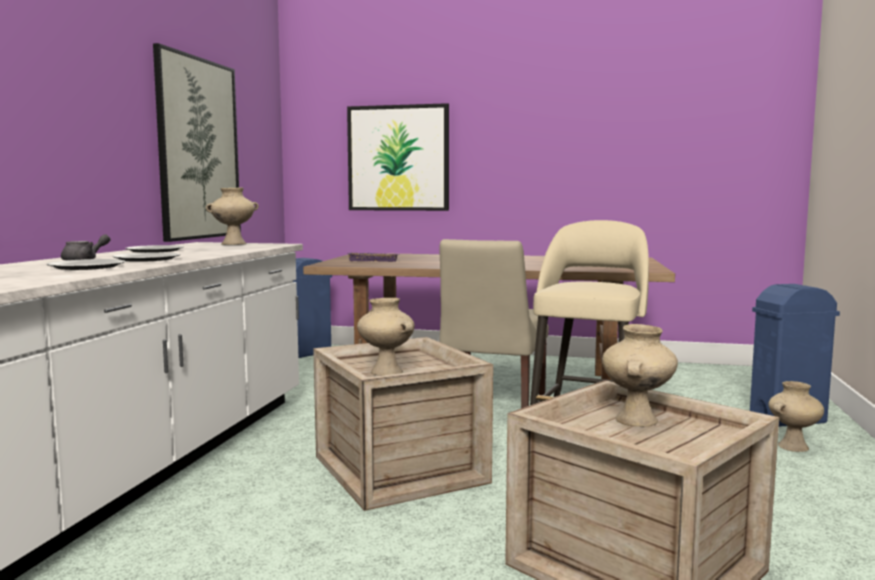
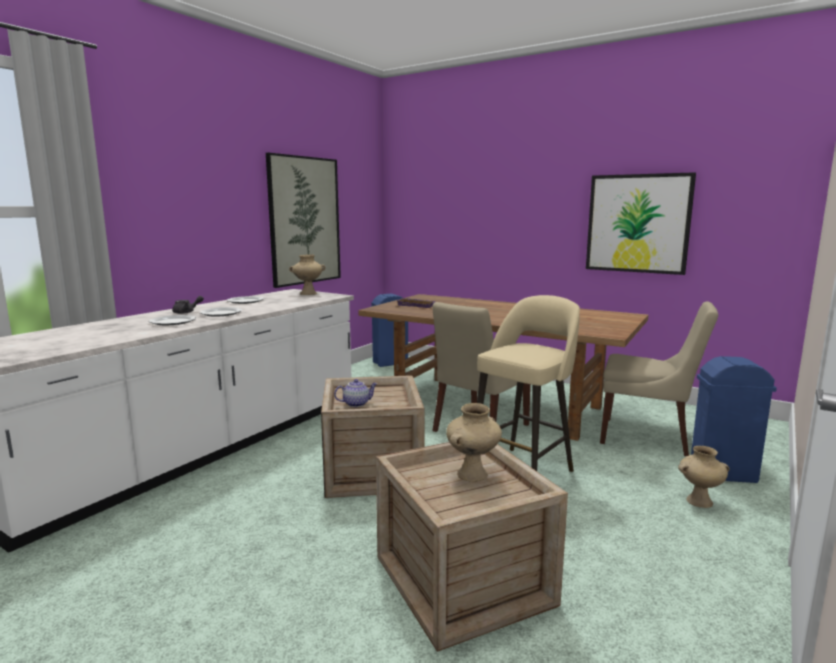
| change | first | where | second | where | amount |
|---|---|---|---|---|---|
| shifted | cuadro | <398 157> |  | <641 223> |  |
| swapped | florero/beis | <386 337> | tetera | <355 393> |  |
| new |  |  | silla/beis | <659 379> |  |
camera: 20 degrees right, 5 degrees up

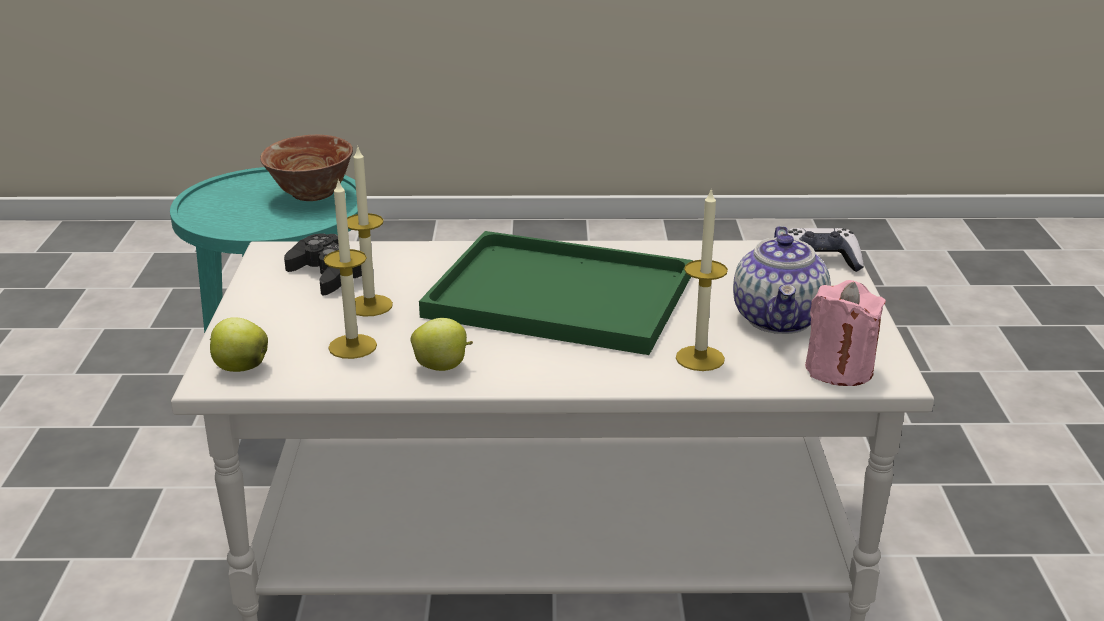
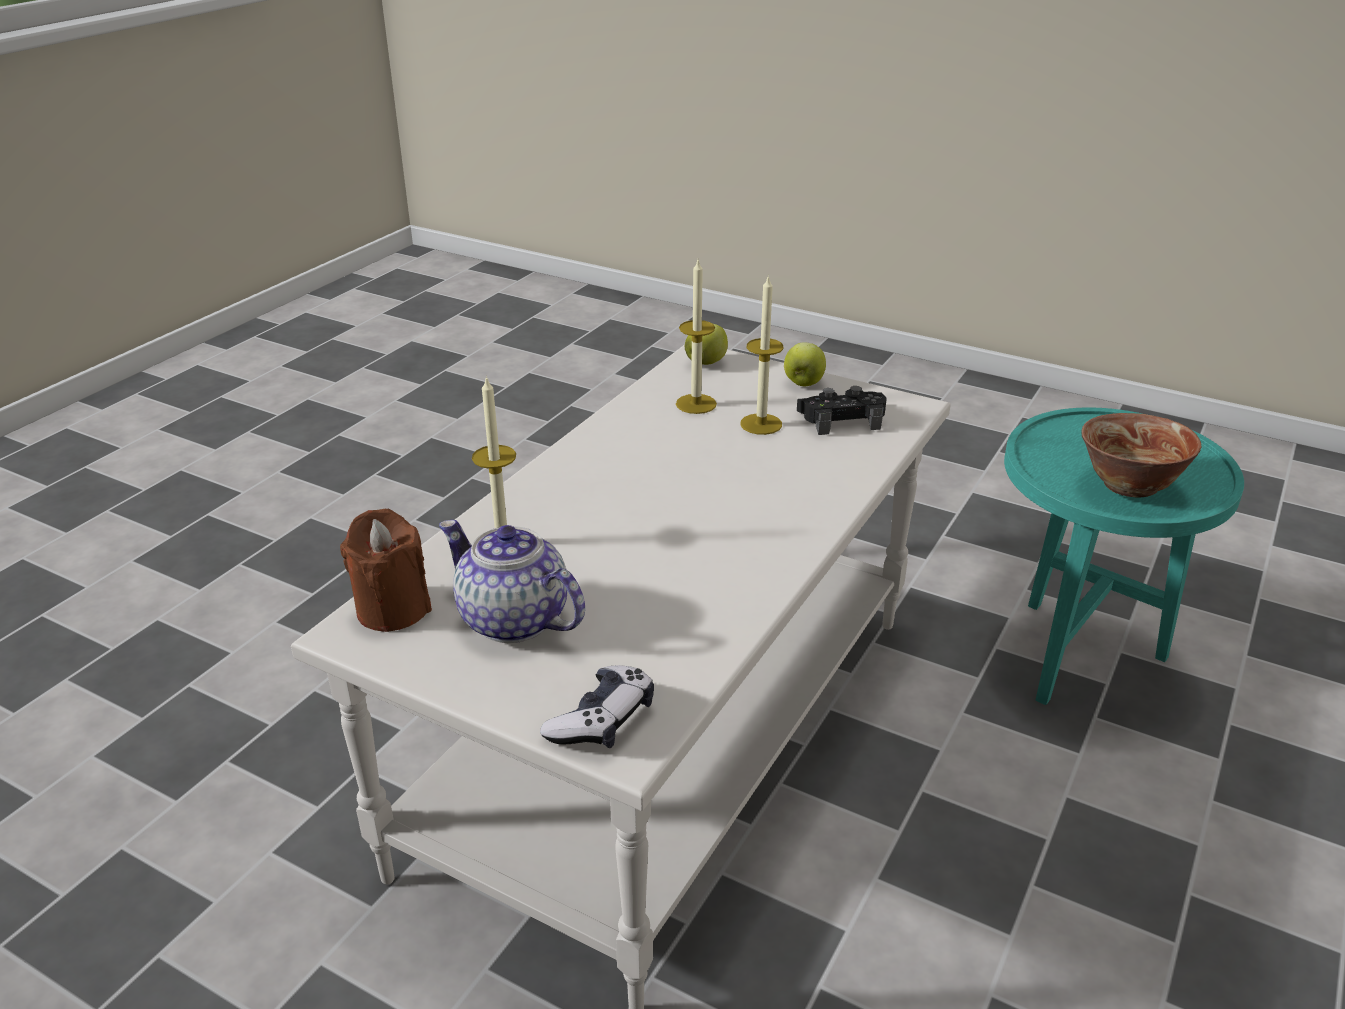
| change | first | where | second | where | amount |
|---|---|---|---|---|---|
| gone | bandeja/verde | <556 293> |  |  |  |
| repainted | vela/rosa | <845 333> | vela/marrón | <386 570> |  |
| shifted | manzana | <442 344> |  | <805 364> |  |
camera: 120 degrees right, 5 degrees up

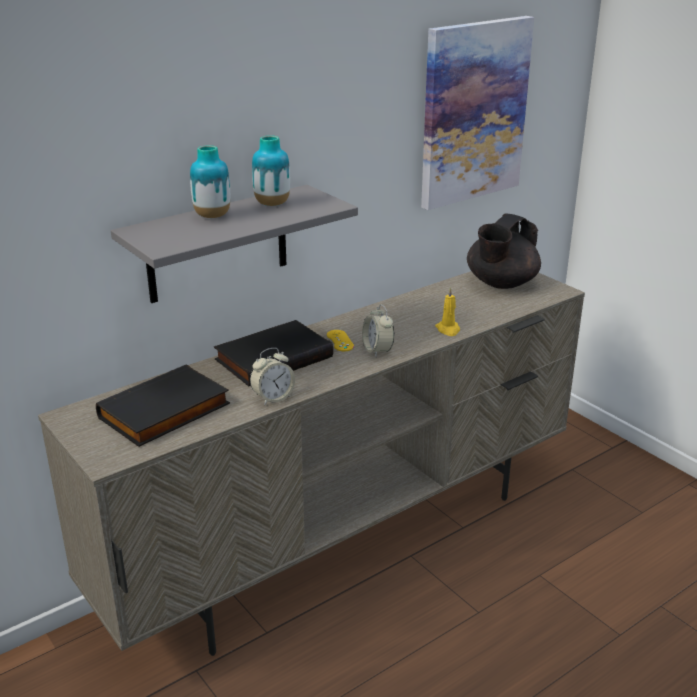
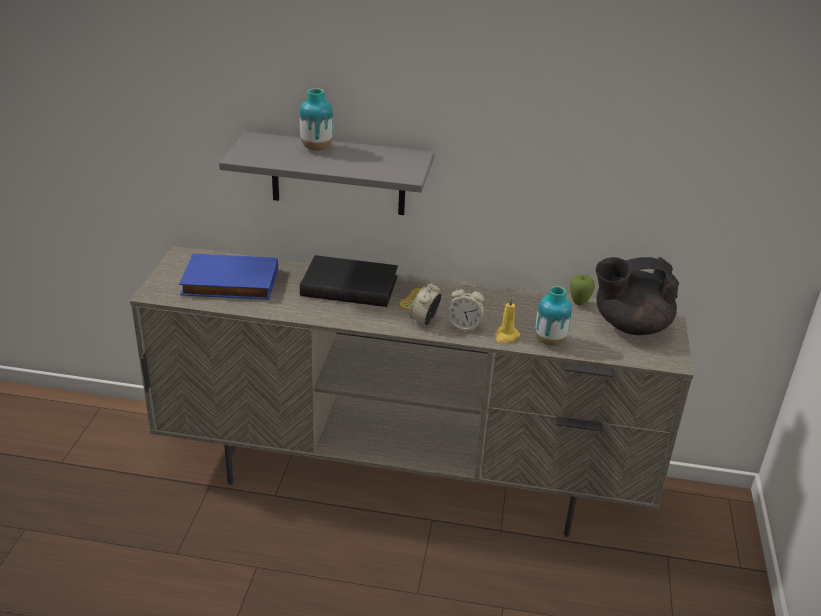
| change | first | where | second | where | amount |
|---|---|---|---|---|---|
| gone | cuadro | <477 113> |  |  |  |
| shifted | florero | <271 170> |  | <553 316> |  |
| shifted | despertador | <272 376> |  | <466 308> |  |
| repainted | libro/negro | <163 405> | libro/azul | <228 277> |  |
| new |  |  | manzana | <582 290> |  |
camera: 45 degrees right, 5 degrees up

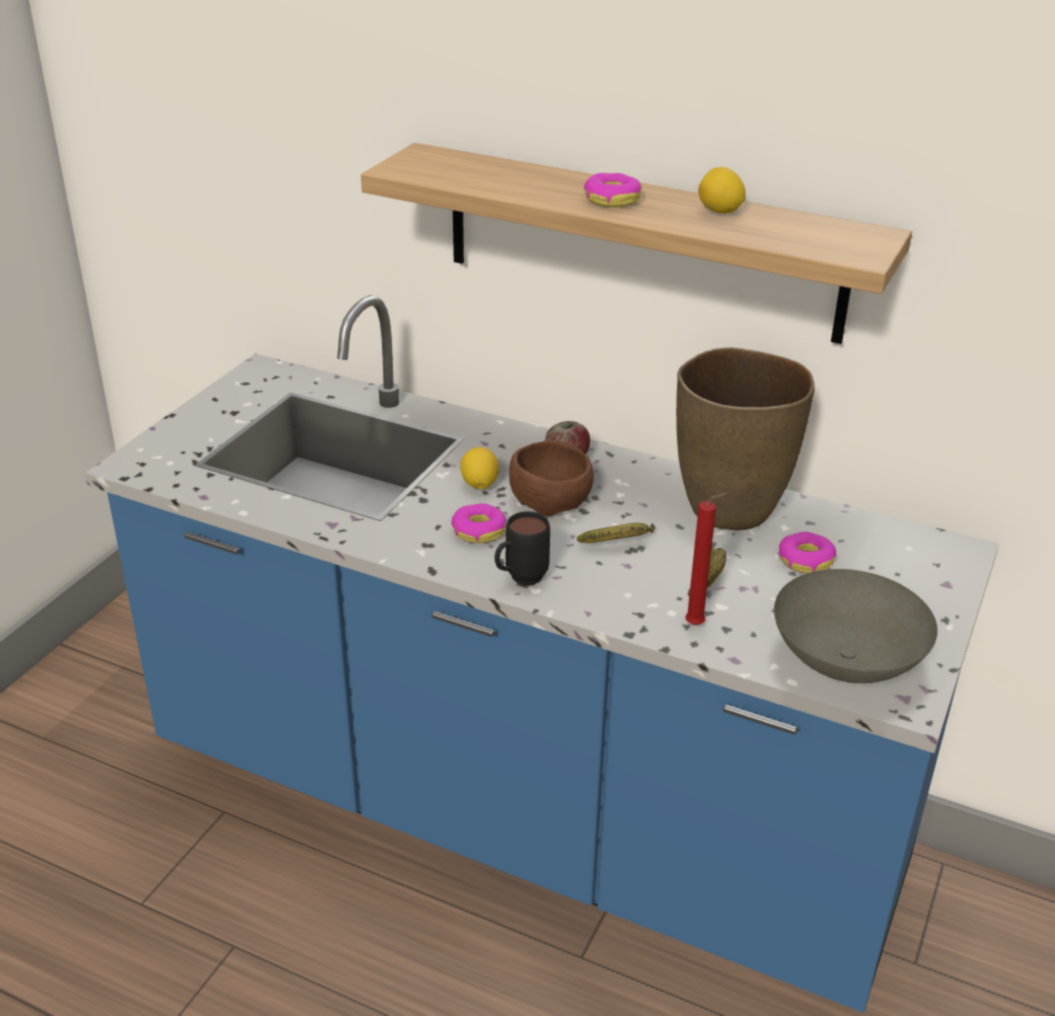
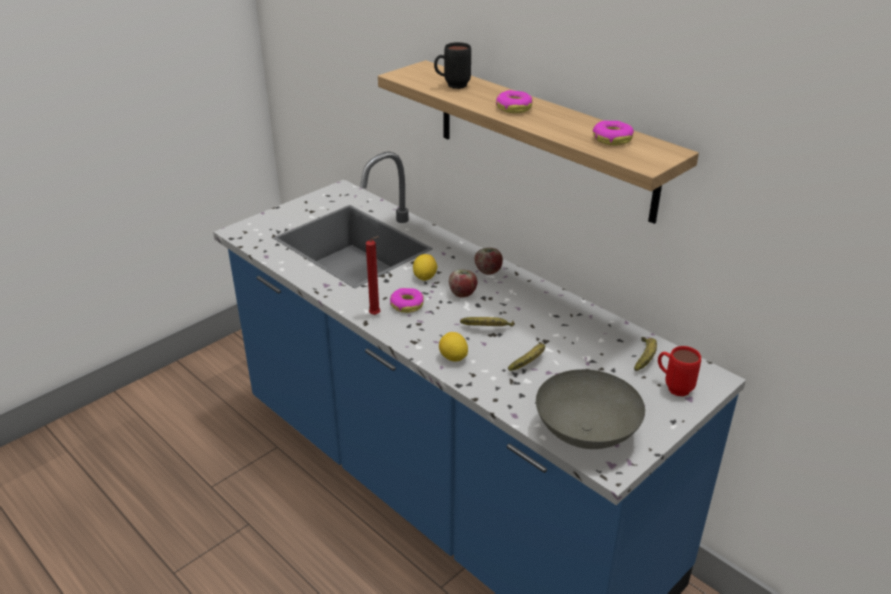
| change | first | where | second | where | amount |
|---|---|---|---|---|---|
| shifted | limón | <722 190> |  | <453 347> |  |
| gone | florero/marrón | <745 438> |  |  |  |
| swapped | cuenco/marrón | <551 478> | manzana | <463 283> |  |
| shifted | vela/rojo | <706 559> |  | <373 275> |  |
| shifted | taza grande/negro | <522 548> |  | <452 65> |  |
| shifted | rosquilla | <807 552> |  | <613 132> |  |
| new |  |  | plátano | <645 354> |  |
| new |  |  | taza grande/rojo | <679 371> |  |
camera: 20 degrees right, 0 degrees up

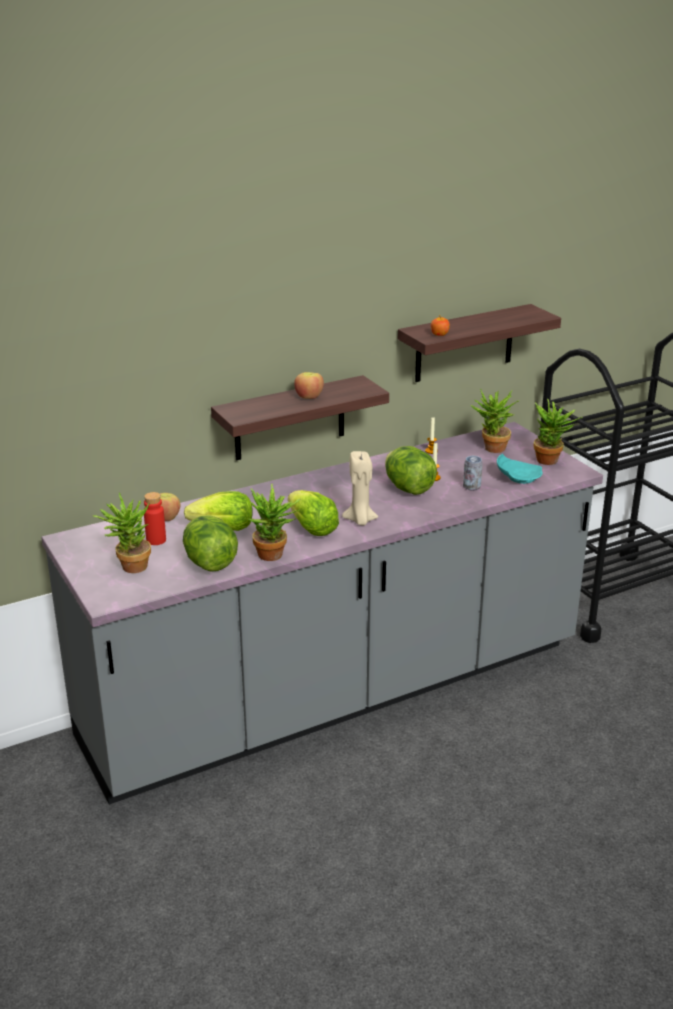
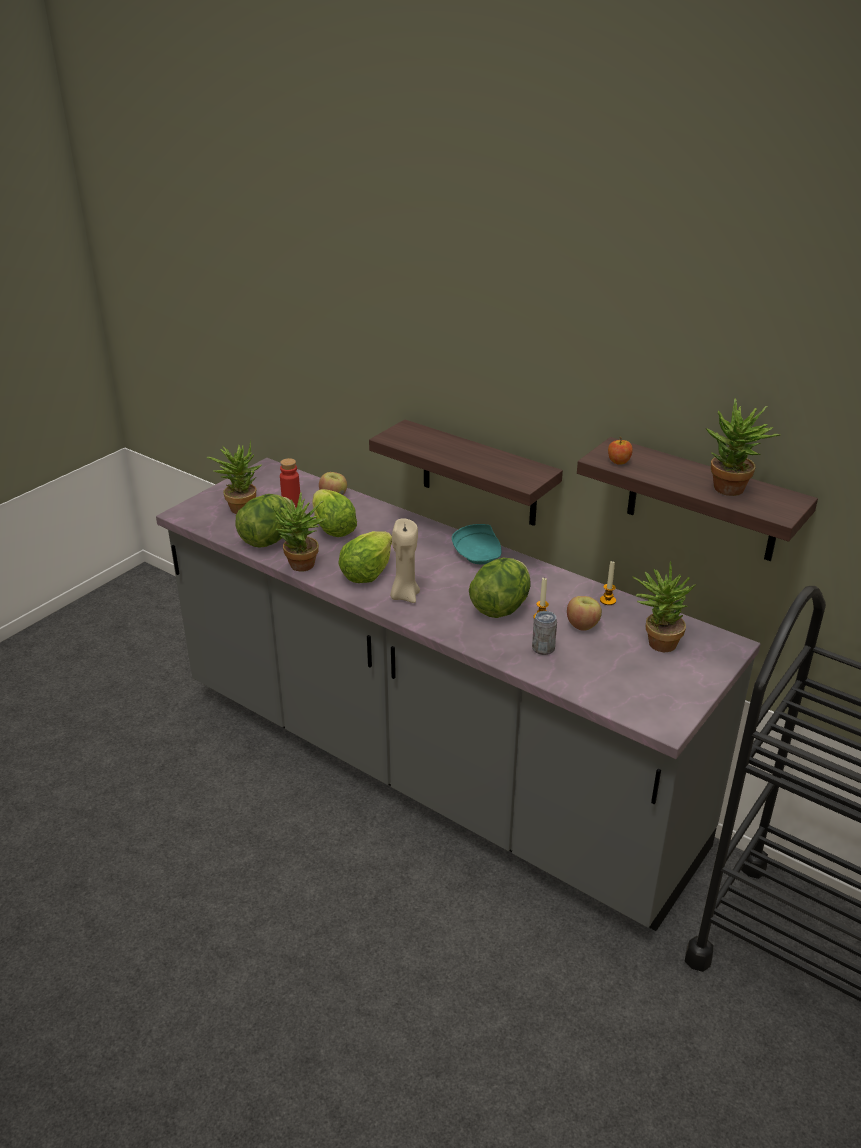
| change | first | where | second | where | amount |
|---|---|---|---|---|---|
| shifted | manzana | <309 385> |  | <584 613> |  |
| shifted | planta en maceta | <558 431> |  | <743 447> |  |
| shifted | plato/turquesa | <519 469> |  | <476 544> |  |
camera: 65 degrees right, 5 degrees up

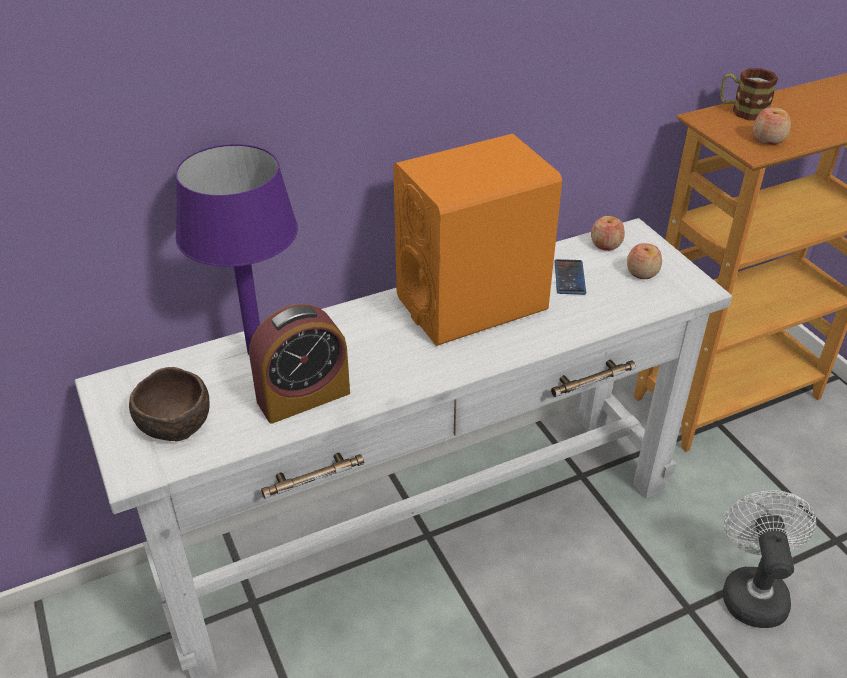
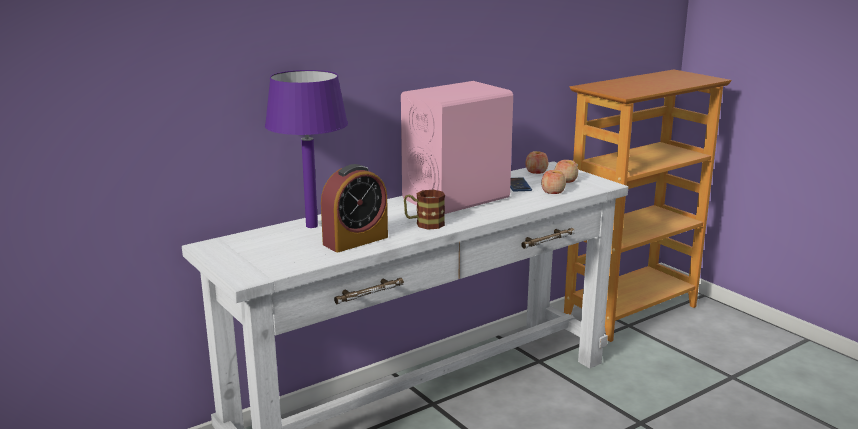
| change | first | where | second | where | amount |
|---|---|---|---|---|---|
| shifted | taza grande | <749 94> |  | <424 210> |  |
| shifted | manzana | <772 126> |  | <553 182> |  |
| repainted | altavoz/naranja | <477 240> | altavoz/rosa | <457 147> |  |
| gone | cuenco/marrón | <169 404> |  |  |  |
| gone | ventilador/blanco | <769 559> |  |  |  |
camera: 10 degrees left, 20 degrees down

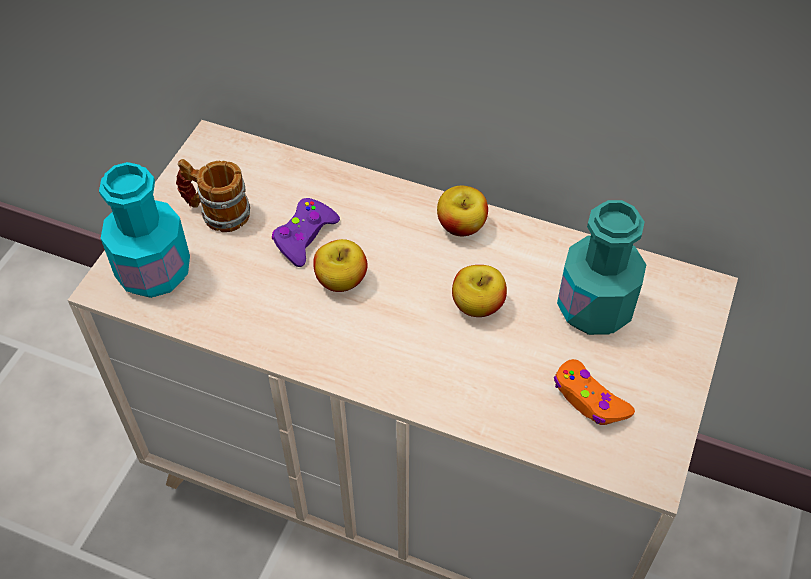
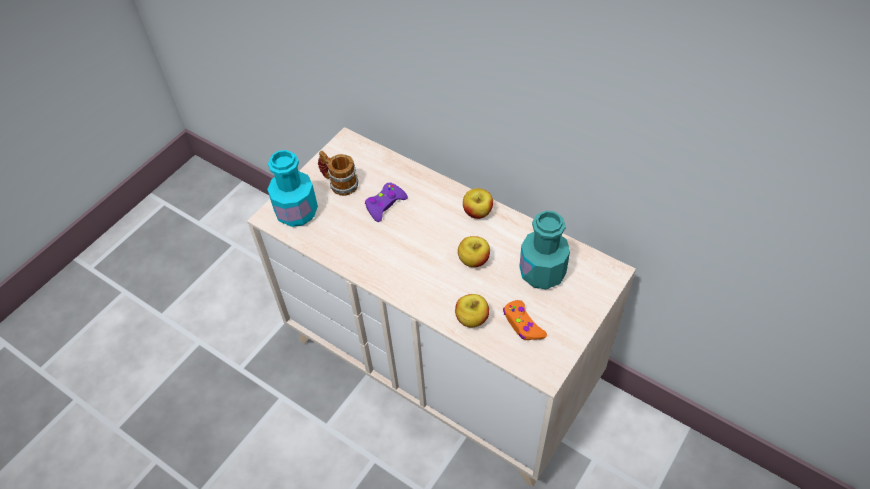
| change | first | where | second | where | amount |
|---|---|---|---|---|---|
| shifted | manzana | <340 265> |  | <472 310> |  |
camera: 15 degrees right, 0 degrees up

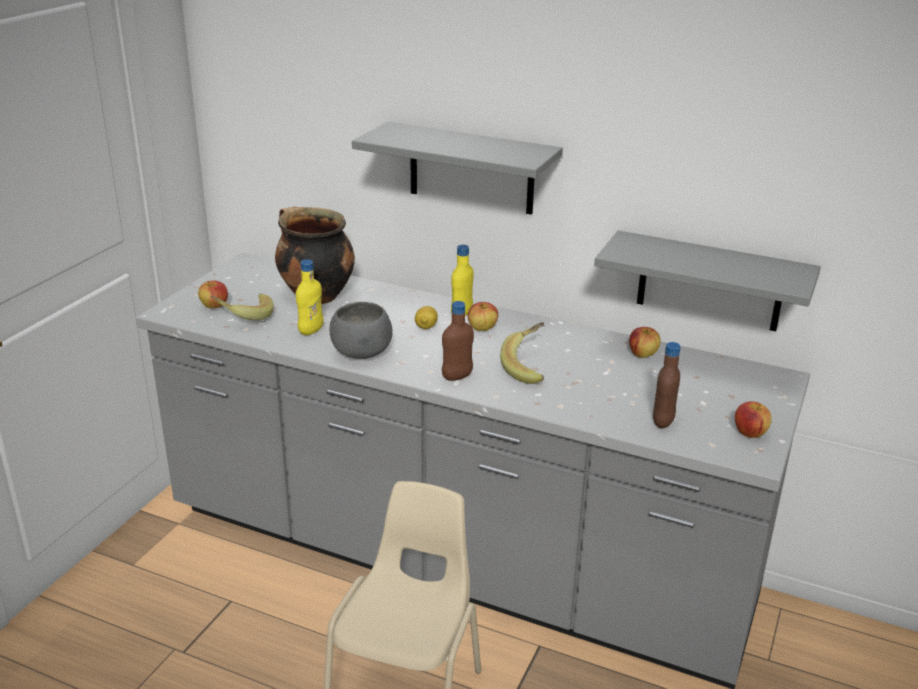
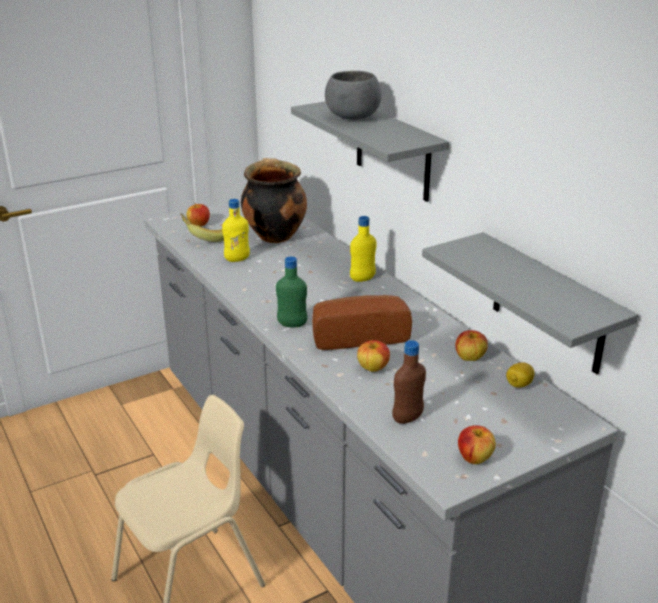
| change | first | where | second | where | amount |
|---|---|---|---|---|---|
| repainted | botella/marrón | <458 341> | botella/verde | <291 292> |  |
| shifted | cuenco/gris | <361 330> |  | <353 95> |  |
| shifted | manzana | <483 316> |  | <373 356> |  |
| shifted | limón | <426 317> |  | <520 375> |  |
| swapped | plátano | <522 353> | pan | <362 322> |  |
camera: 35 degrees right, 0 degrees up

